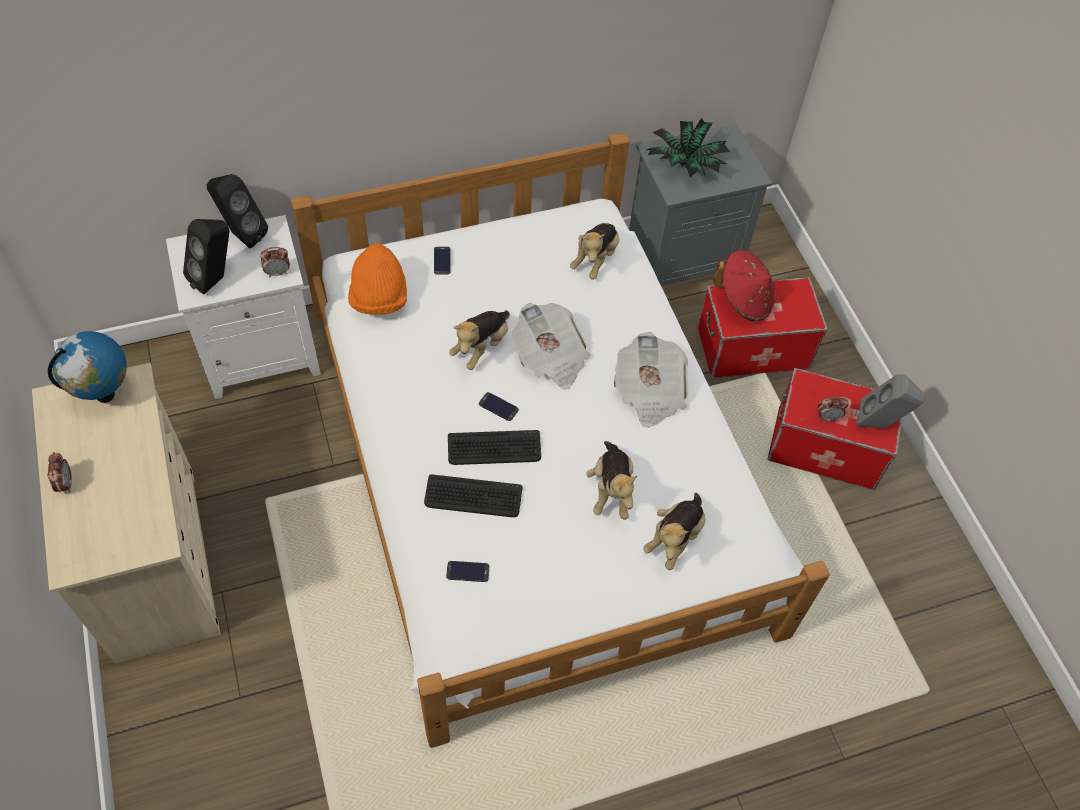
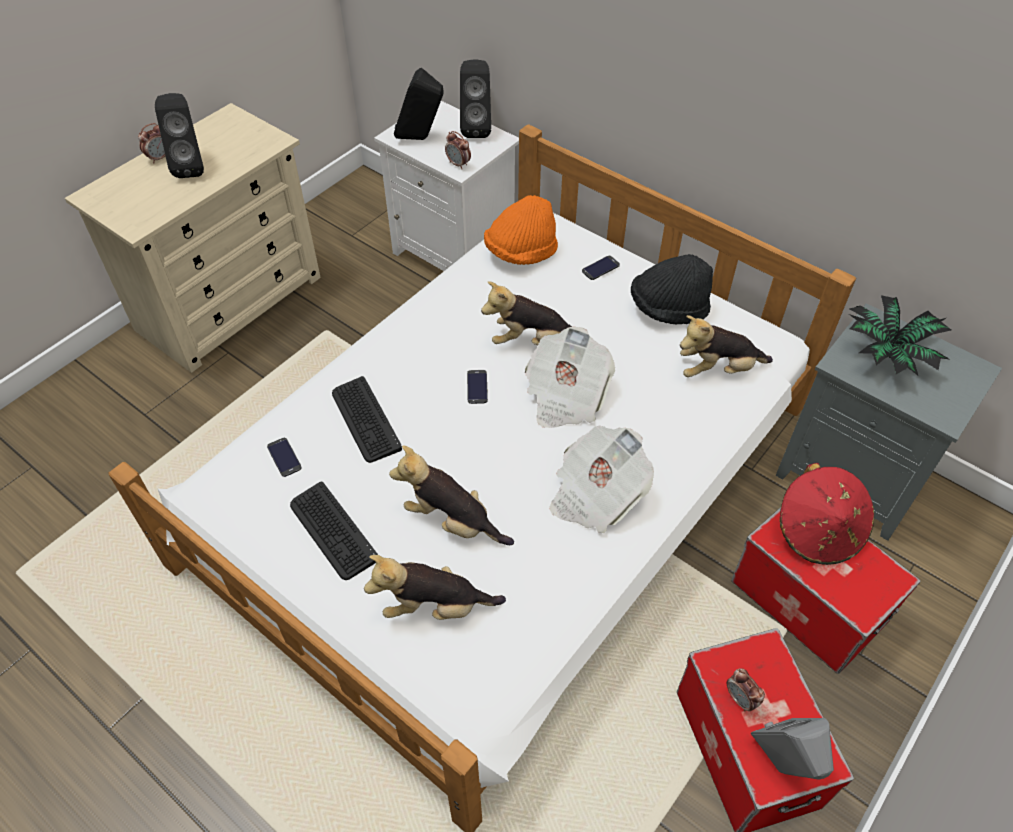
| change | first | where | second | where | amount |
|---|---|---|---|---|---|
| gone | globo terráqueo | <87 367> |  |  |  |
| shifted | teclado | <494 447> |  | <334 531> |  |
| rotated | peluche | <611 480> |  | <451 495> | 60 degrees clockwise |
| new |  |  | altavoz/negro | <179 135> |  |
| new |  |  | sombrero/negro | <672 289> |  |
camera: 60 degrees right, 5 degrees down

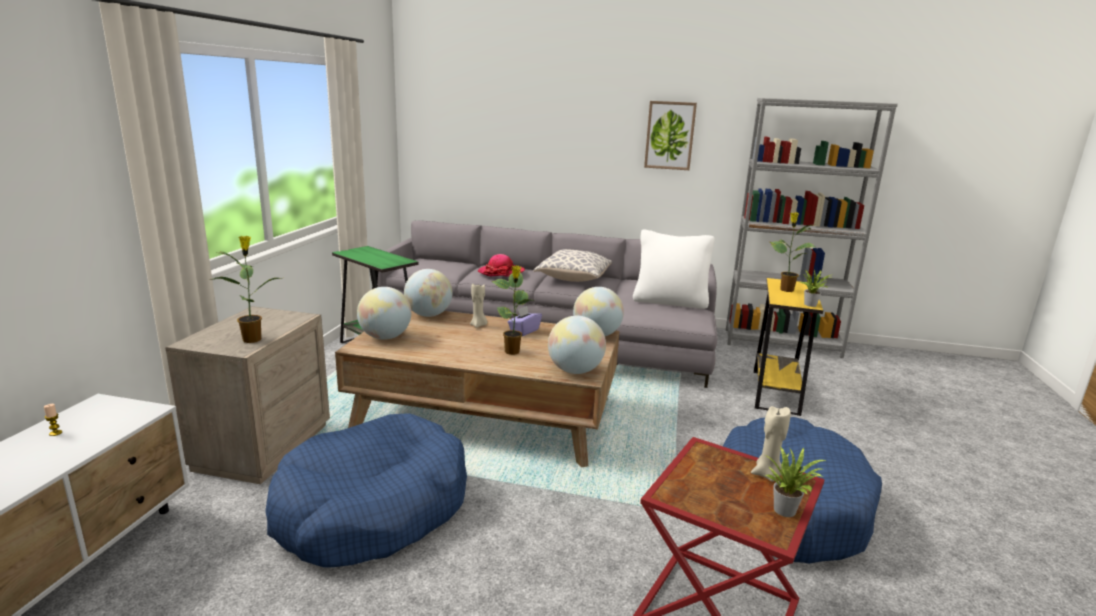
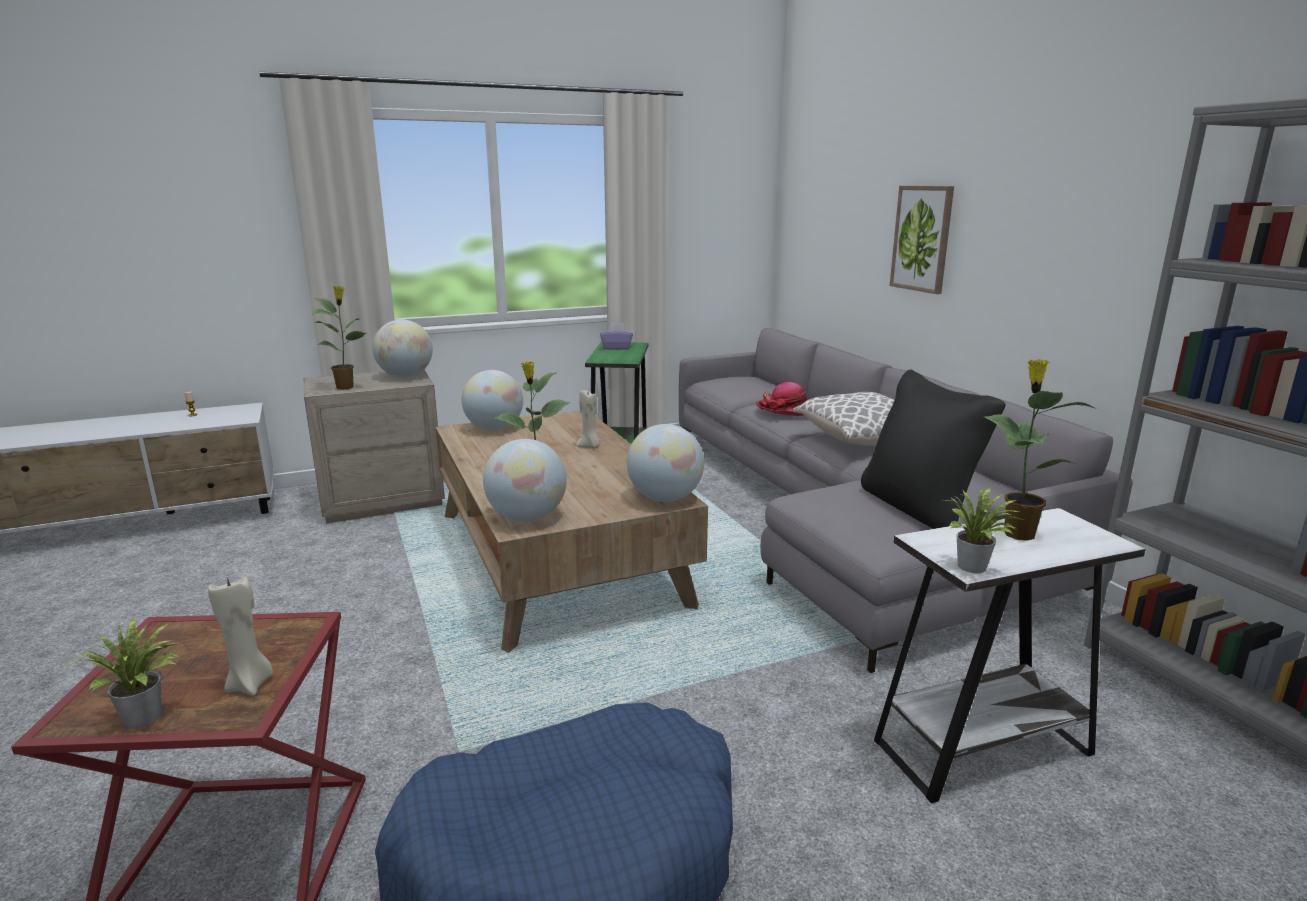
| change | first | where | second | where | amount |
|---|---|---|---|---|---|
| shifted | cuadro | <670 135> |  | <922 240> |  |
| repainted | cojín/blanco | <674 269> | cojín/negro | <933 449> |  |
| shifted | globo terráqueo | <428 293> |  | <403 348> |  |
| repainted | mesa auxiliar/amarillo | <788 347> | mesa auxiliar/blanco | <1010 655> |  |
| shifted | caja de pañuelos/morado | <525 321> |  | <616 336> |  |
| gone | cama para perro/azul | <366 490> |  |  |  |
camera: 55 degrees right, 0 degrees up

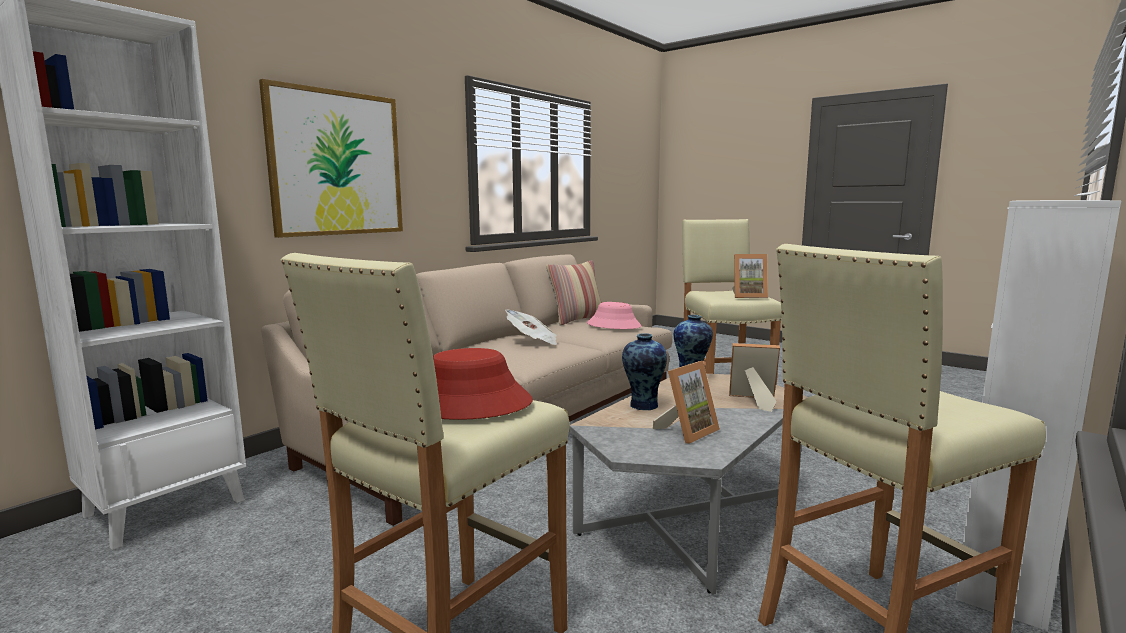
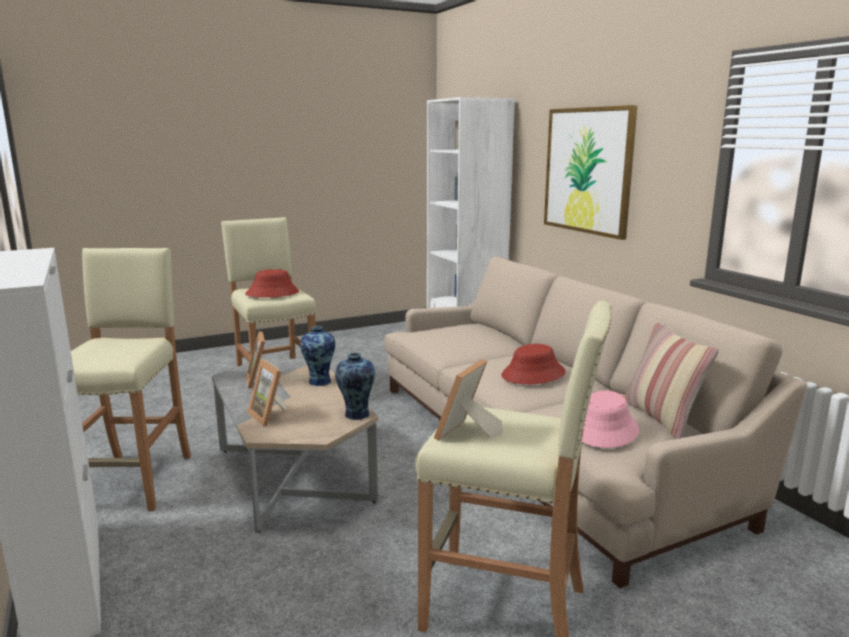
| change | first | where | second | where | amount |
|---|---|---|---|---|---|
| swapped | periódico | <531 327> | sombrero/rojo | <533 364> |  |
| rotated | portarretratos | <754 377> |  | <266 393> | 105 degrees clockwise |
camera: 115 degrees right, 5 degrees up

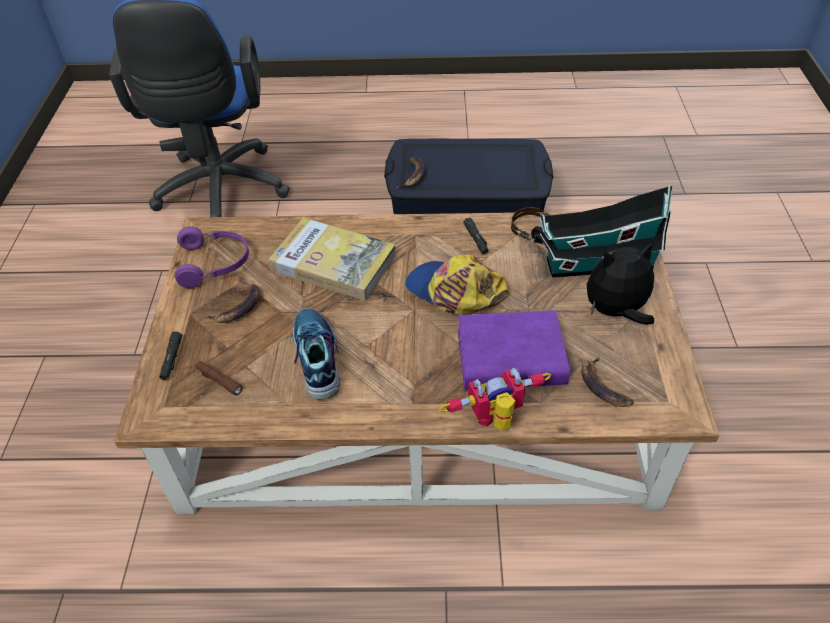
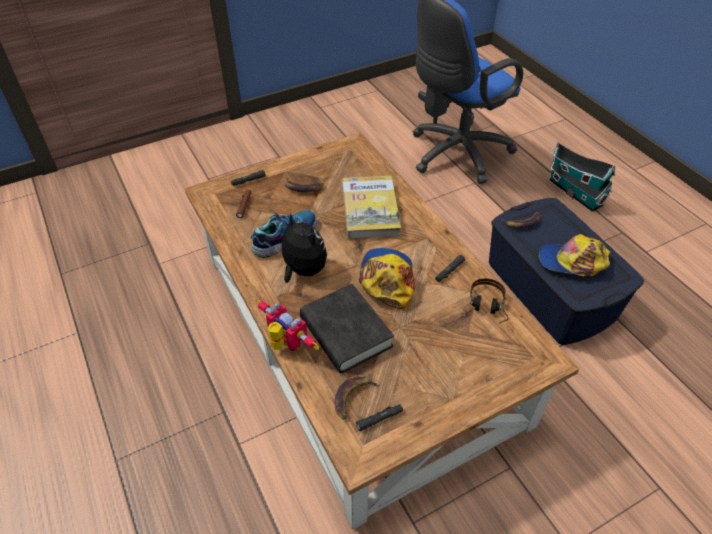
| change | first | where | second | where | amount |
|---|---|---|---|---|---|
| shifted | casita | <606 231> |  | <582 177> |  |
| gone | auriculares/morado | <212 257> |  |  |  |
| shifted | peluche | <620 283> |  | <300 248> |  |
| repainted | libro/morado | <514 350> | libro/negro | <347 328> |  |
| new |  |  | gorra | <574 255> |  |
| new |  |  | linterna/negro | <379 417> |  |
camera: 60 degrees right, 0 degrees up

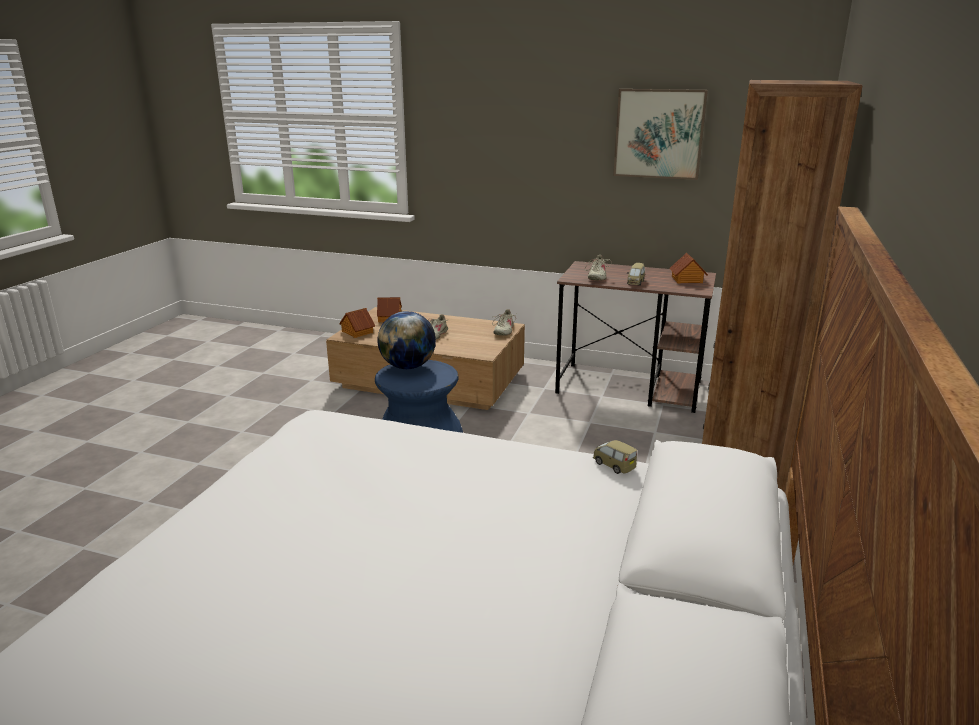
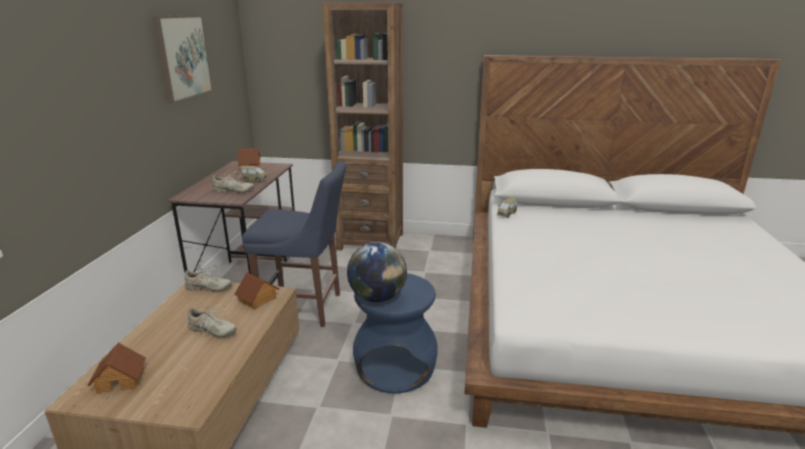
| change | first | where | second | where | amount |
|---|---|---|---|---|---|
| shifted | casita | <357 323> |  | <256 291> |  |
| new |  |  | silla/azul | <294 244> |  |
camera: 100 degrees left, 0 degrees up

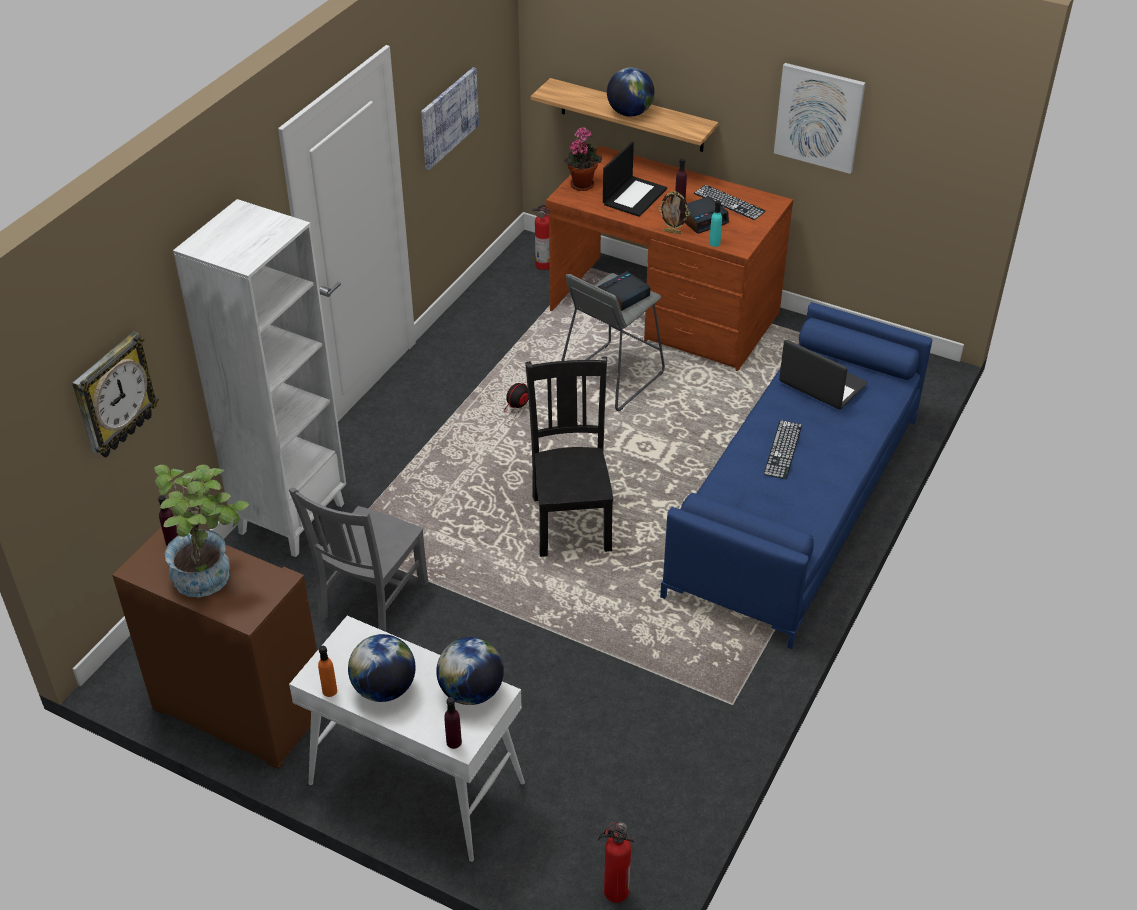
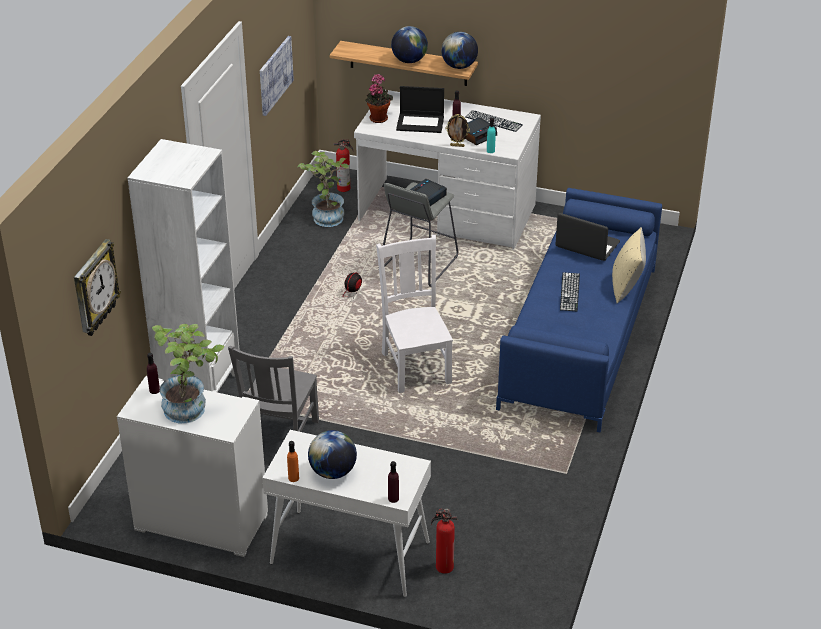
| change | first | where | second | where | amount |
|---|---|---|---|---|---|
| gone | cuadro | <820 118> |  |  |  |
| rotated | portátil | <635 179> |  | <420 109> | 75 degrees clockwise |
| repainted | escritorio/marrón | <669 258> | escritorio/blanco | <447 170> |  |
| repainted | silla/negro | <569 456> | silla/blanco | <414 314> |  |
| repainted | armario/marrón | <217 646> | armario/blanco | <192 466> |  |
| shifted | globo terráqueo | <470 671> |  | <459 50> |  |
| shifted | extintor | <616 862> |  | <444 541> |  |
| new |  |  | planta en maceta | <323 189> |  |
| new |  |  | cojín/beis | <629 265> |  |
camera: 10 degrees left, 5 degrees down

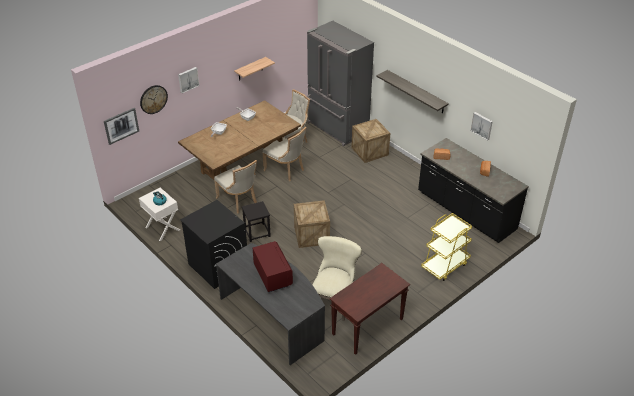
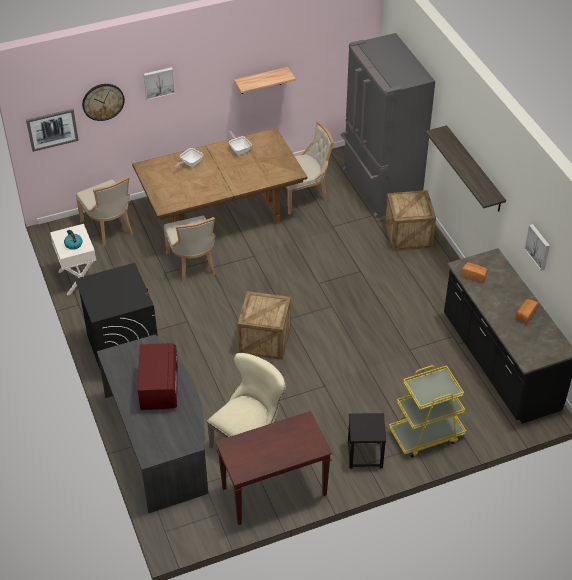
| change | first | where | second | where | amount |
|---|---|---|---|---|---|
| shifted | silla/beis | <284 154> |  | <104 211> |  |
| shifted | taburete/negro | <256 221> |  | <367 441> |  |
camera: 20 degrees right, 5 degrees up

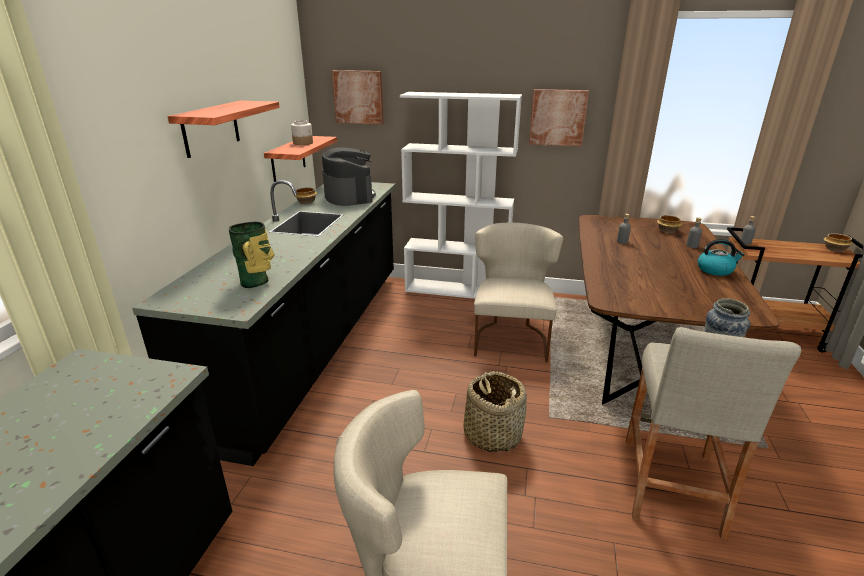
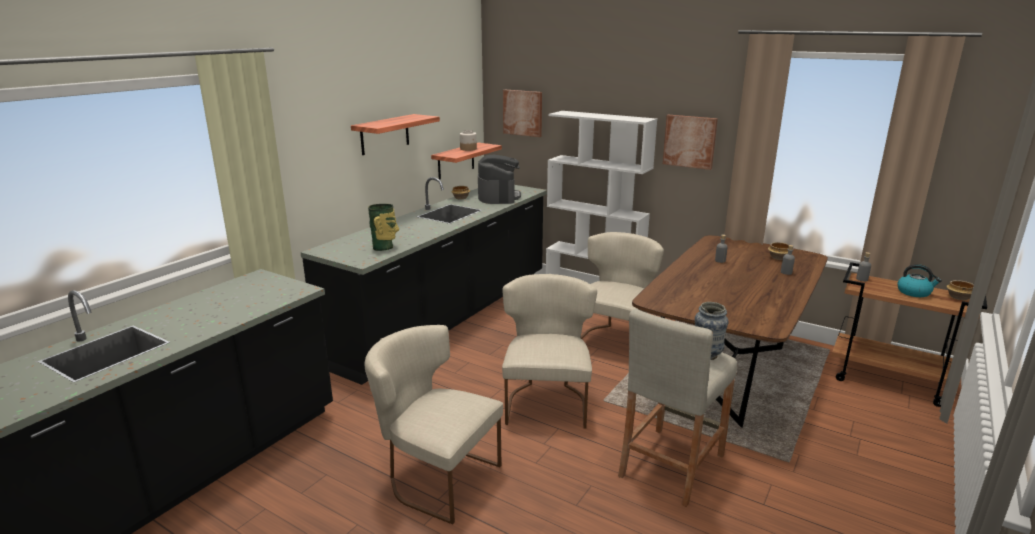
| change | first | where | second | where | amount |
|---|---|---|---|---|---|
| shifted | hervidor | <721 257> |  | <919 280> |  |
| swapped | cesta | <495 411> | silla/beis | <549 351> |  |
camera: 20 degrees right, 5 degrees down

